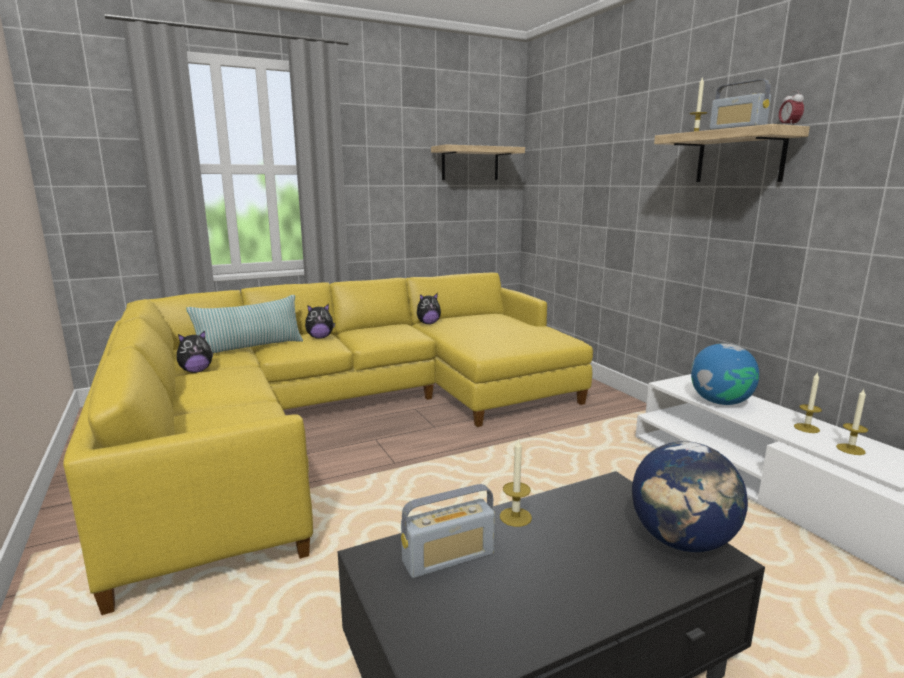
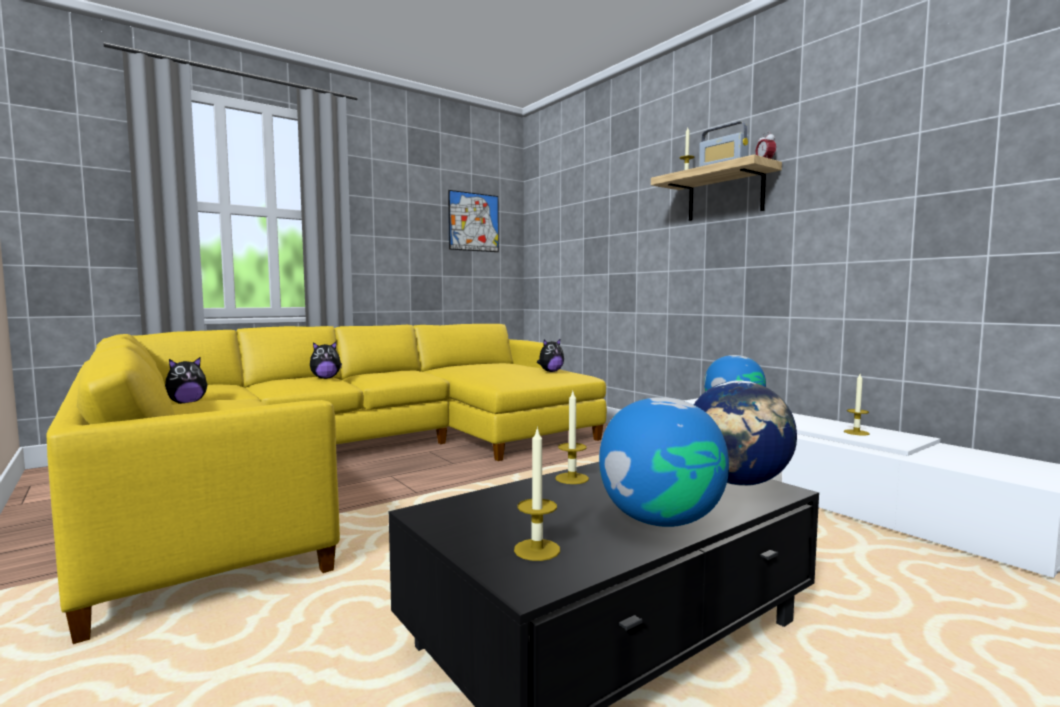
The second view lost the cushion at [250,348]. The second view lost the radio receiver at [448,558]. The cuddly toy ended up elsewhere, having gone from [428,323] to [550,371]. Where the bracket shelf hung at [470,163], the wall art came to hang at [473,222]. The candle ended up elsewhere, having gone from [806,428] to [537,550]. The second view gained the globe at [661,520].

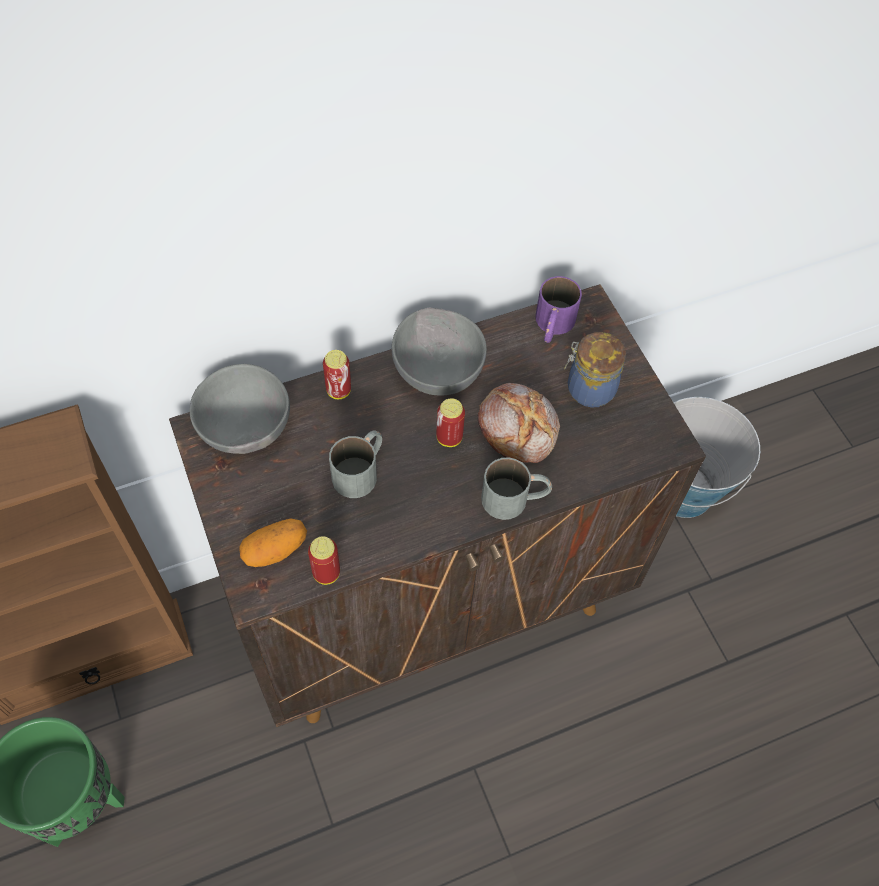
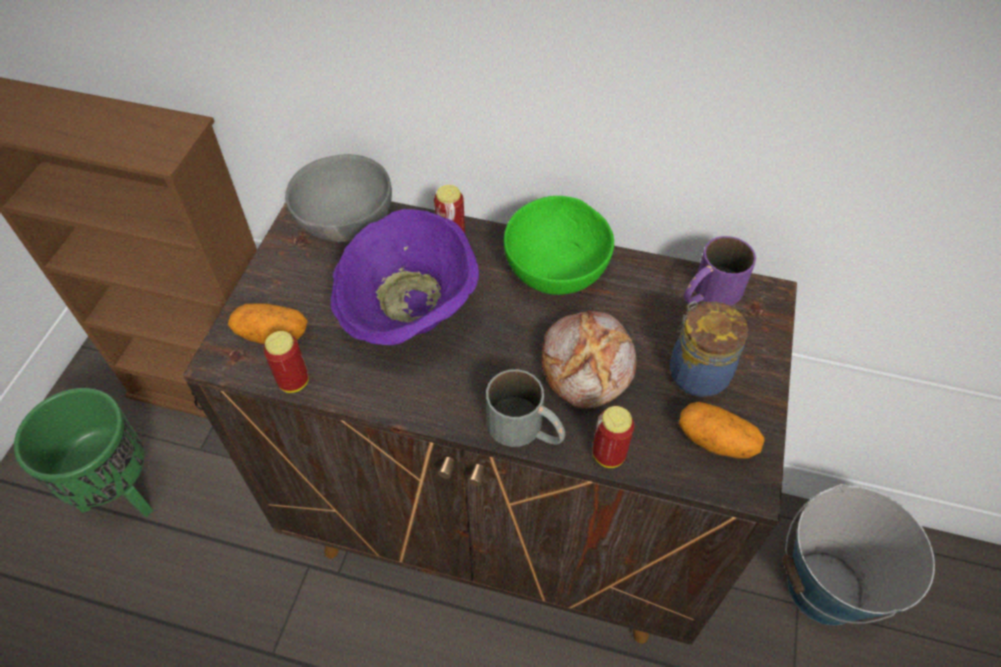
Where the grey mug stood at [361,469], the purple-coloured serving bowl came to stand at [407,313]. What was the grey serving bowl at [438,369] turned into the green-coloured serving bowl at [558,269]. The sealed can ended up elsewhere, having gone from [449,438] to [608,455]. The second view gained the whole potato at [716,441].

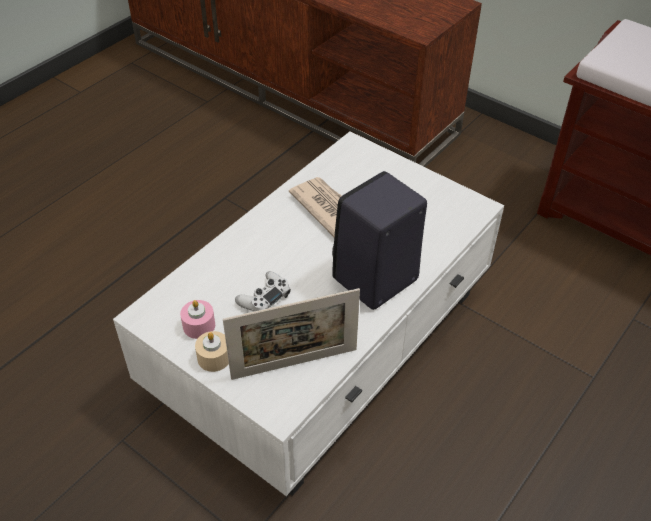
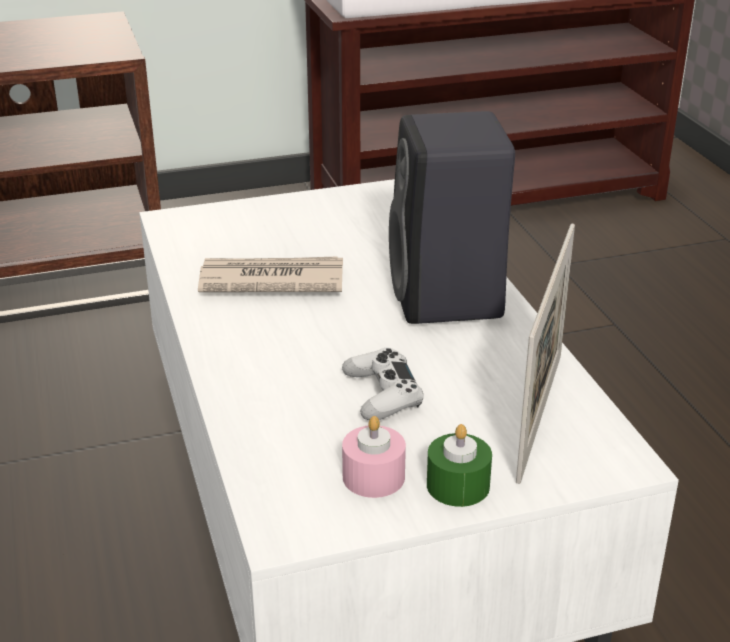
What was the beige-coloured candle at [214,358] turned into the green-coloured candle at [458,485].

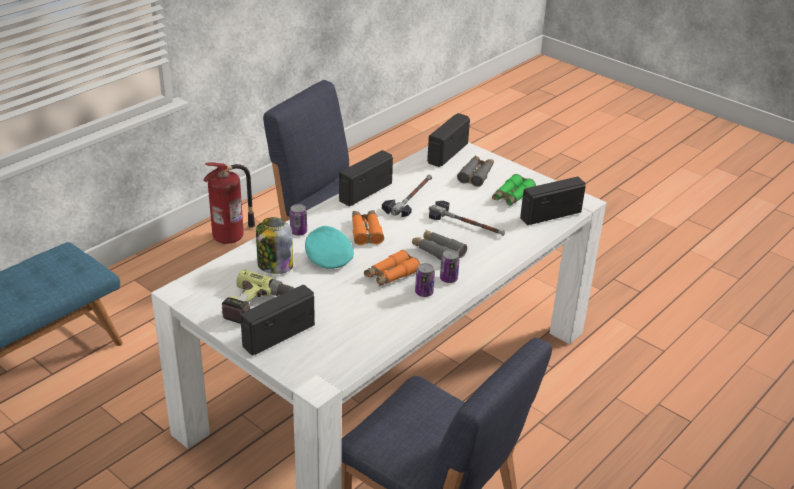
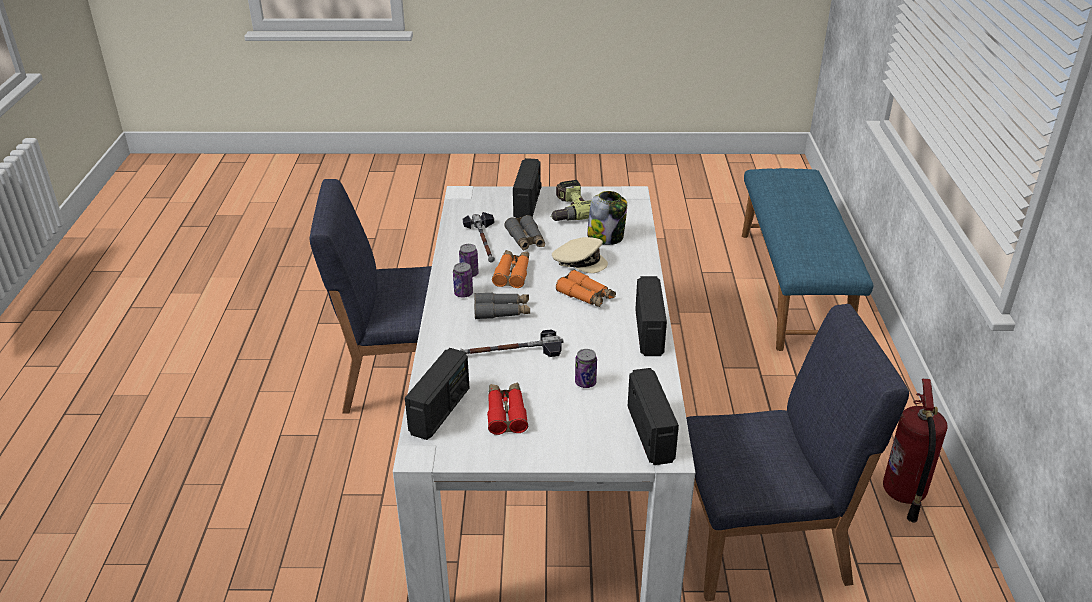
The sealed can ended up elsewhere, having gone from [298,232] to [585,383]. What was the turquoise peaked cap at [328,257] turned into the beige-coloured peaked cap at [579,261]. The hand hammer ended up elsewhere, having gone from [410,198] to [484,241]. The grey binoculars ended up elsewhere, having gone from [476,175] to [526,240]. What was the green-coloured binoculars at [512,196] turned into the red binoculars at [506,413].

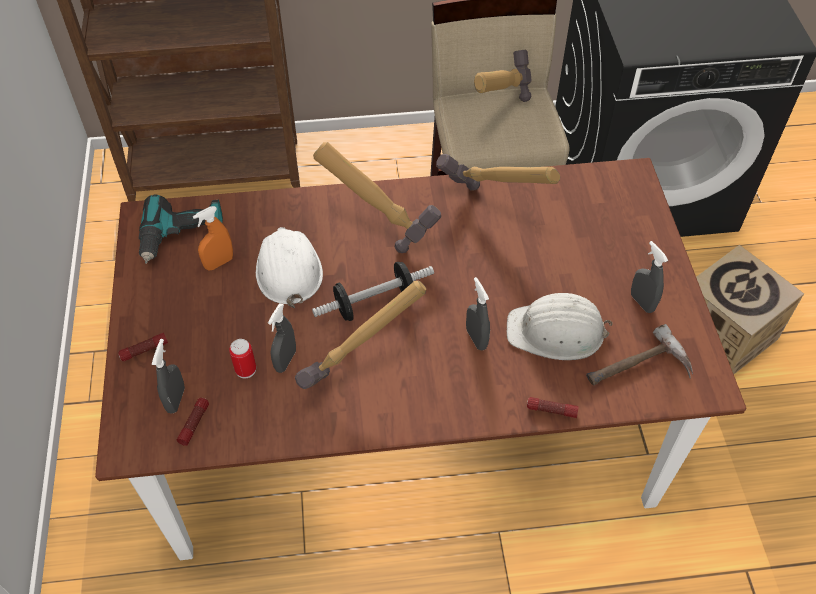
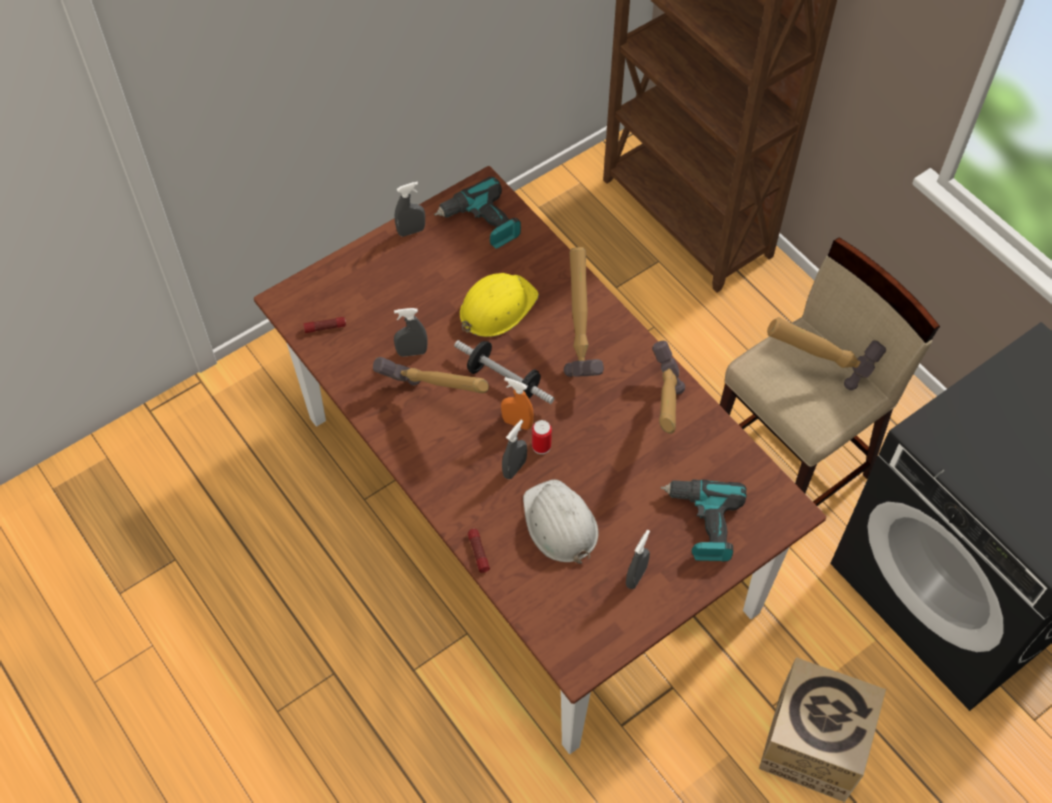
The second view lost the flashlight at [144,350]. The grey spray bottle ended up elsewhere, having gone from [176,400] to [411,231]. The orangey spray bottle ended up elsewhere, having gone from [219,263] to [517,423]. The sealed can ended up elsewhere, having gone from [245,369] to [541,446]. What was the white-coloured hard hat at [288,270] turned into the yellow hard hat at [496,307]. The second view lost the hand hammer at [639,371]. The second view gained the drill at [703,523].

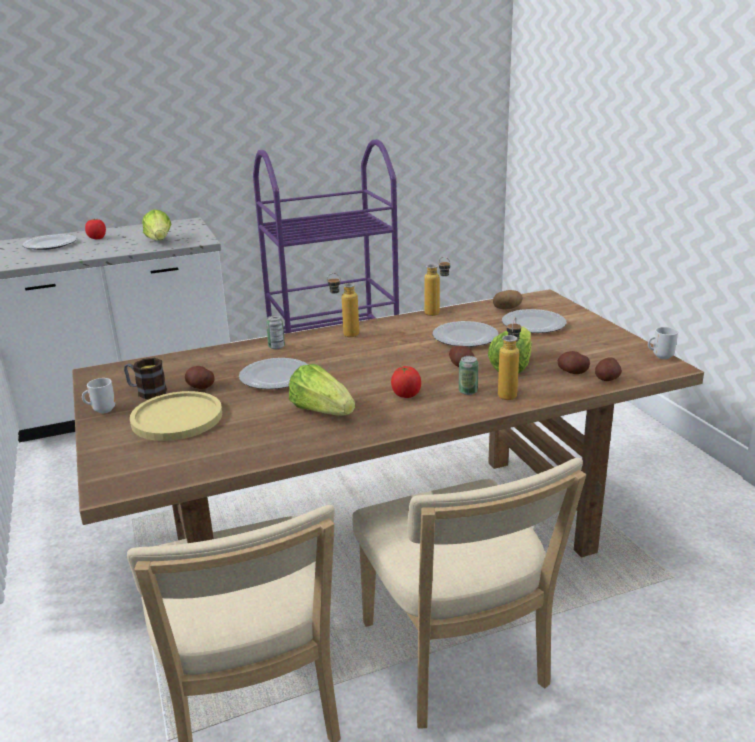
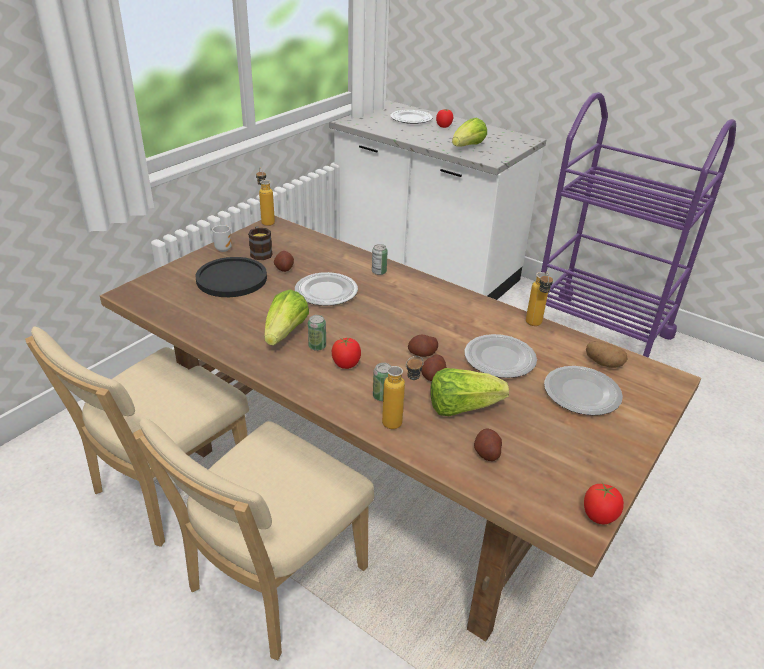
What was the yellow plate at [177,418] turned into the black plate at [231,279]. The bottle ended up elsewhere, having gone from [344,334] to [266,221]. The whole potato ended up elsewhere, having gone from [607,379] to [422,354]. Where the mug stood at [661,356], the tomato came to stand at [599,516]. The second view gained the sealed can at [317,346].

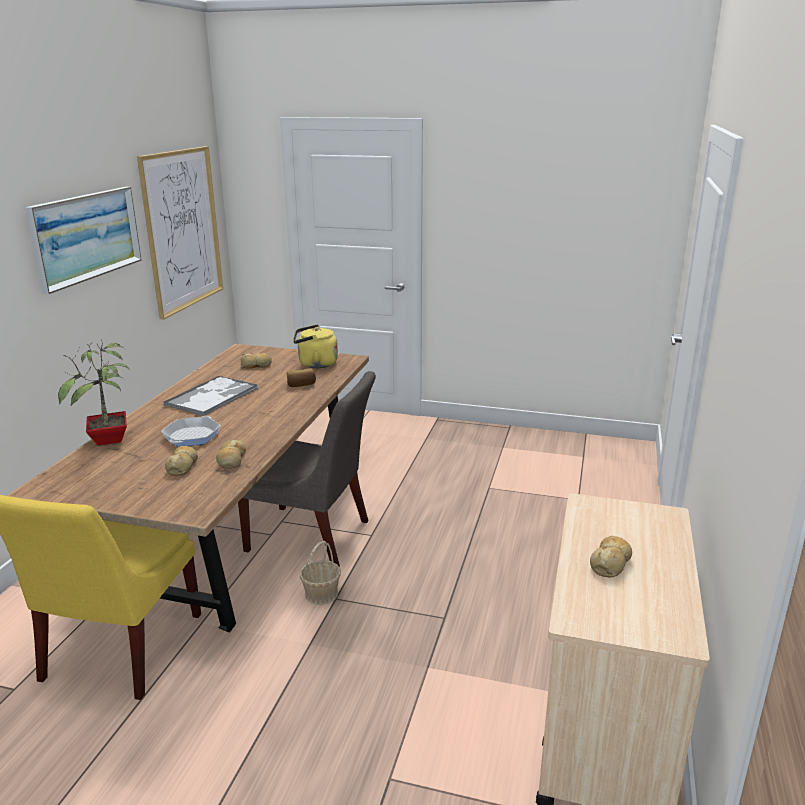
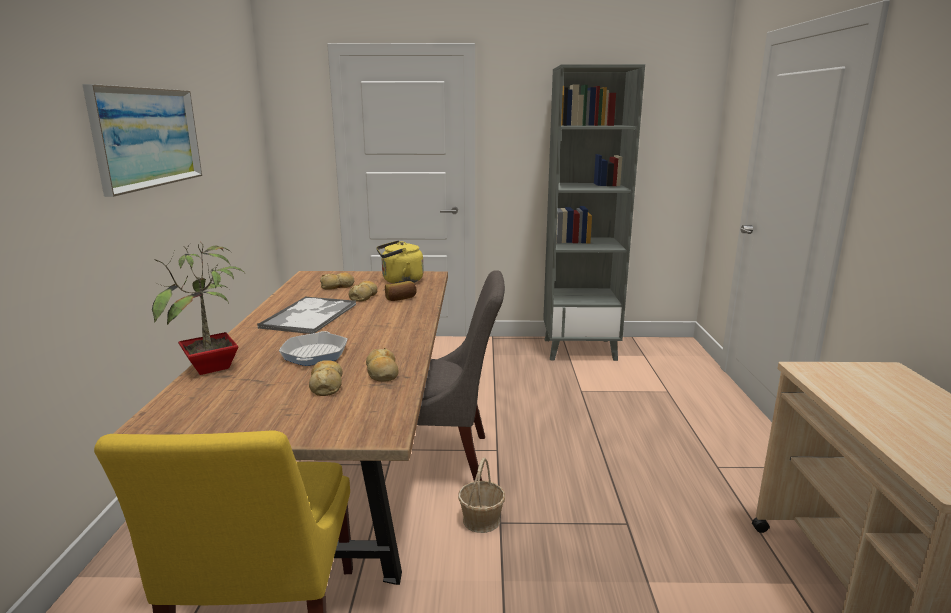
The second view lost the wall art at [182,230]. The bread ended up elsewhere, having gone from [610,563] to [364,296]. The second view gained the grey bookcase at [580,349].

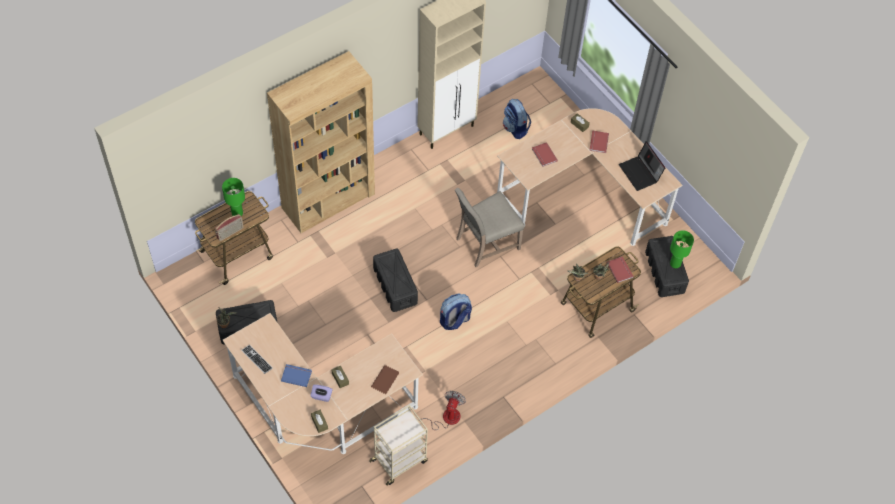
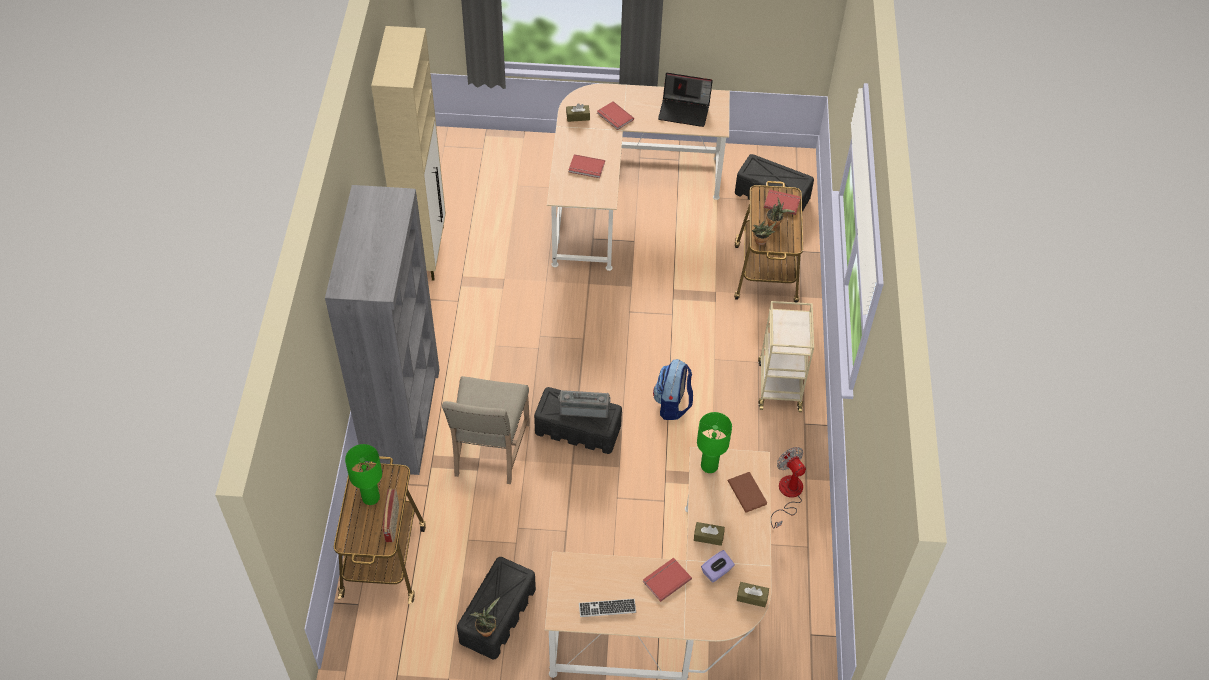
What was the brown bookcase at [328,201] turned into the grey bookcase at [403,418]. What was the bluish volume at [296,375] turned into the red volume at [665,579]. The beige-coloured trolley ended up elsewhere, having gone from [399,460] to [779,385]. The beige-coloured chair ended up elsewhere, having gone from [485,243] to [489,451]. The second view lost the knapsack at [515,128]. The green-coloured table lamp ended up elsewhere, having gone from [675,264] to [709,466]. The second view gained the radio receiver at [584,408].

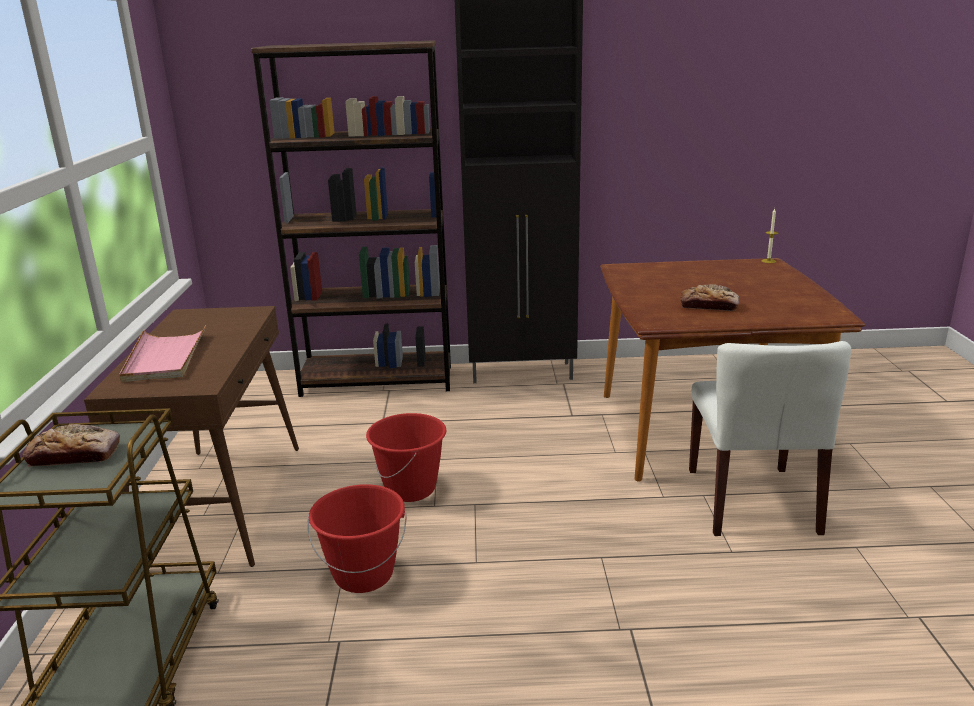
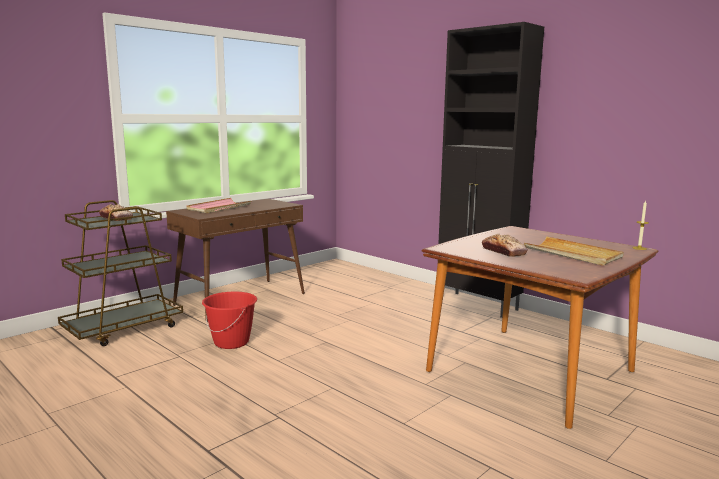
The second view lost the brown bookcase at [378,381]. The second view lost the red bucket at [411,489]. The second view lost the white-coloured chair at [752,501]. The second view gained the beige-coloured serving tray at [572,254].

